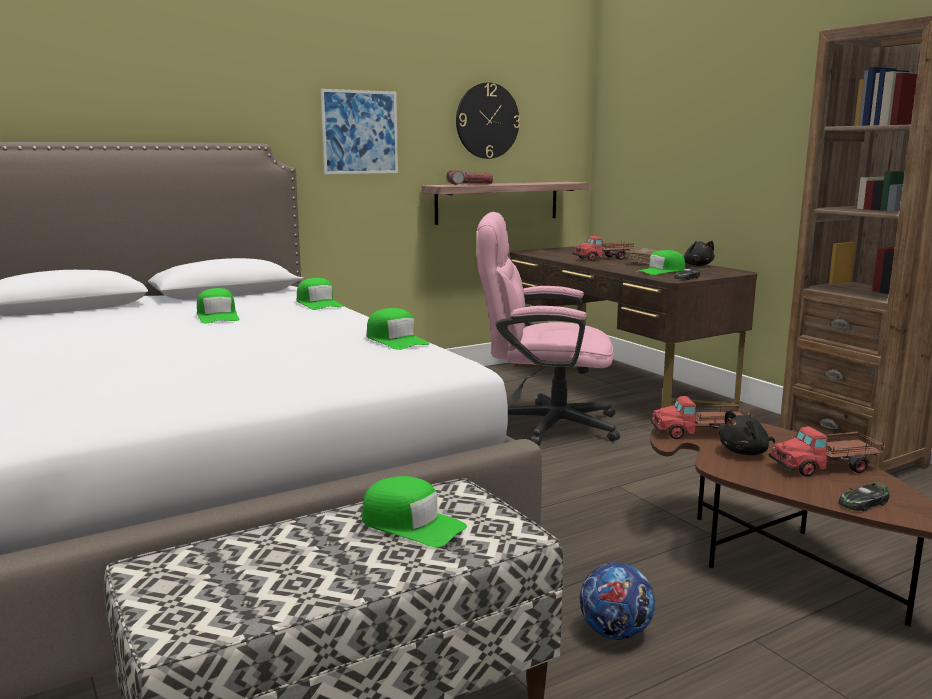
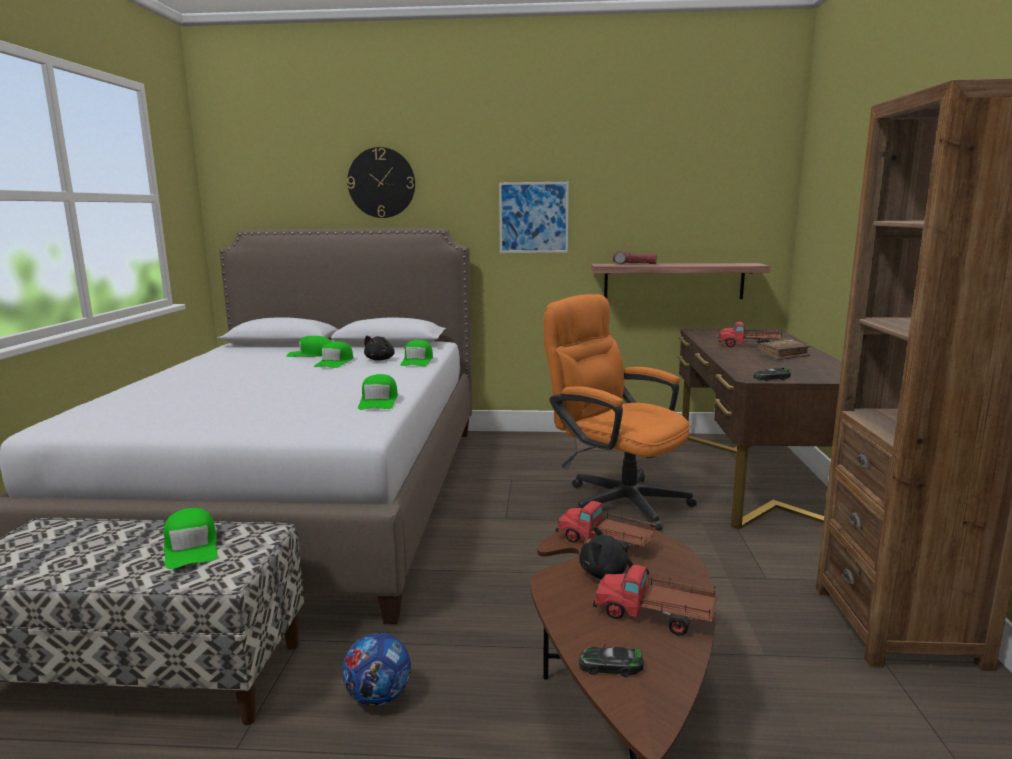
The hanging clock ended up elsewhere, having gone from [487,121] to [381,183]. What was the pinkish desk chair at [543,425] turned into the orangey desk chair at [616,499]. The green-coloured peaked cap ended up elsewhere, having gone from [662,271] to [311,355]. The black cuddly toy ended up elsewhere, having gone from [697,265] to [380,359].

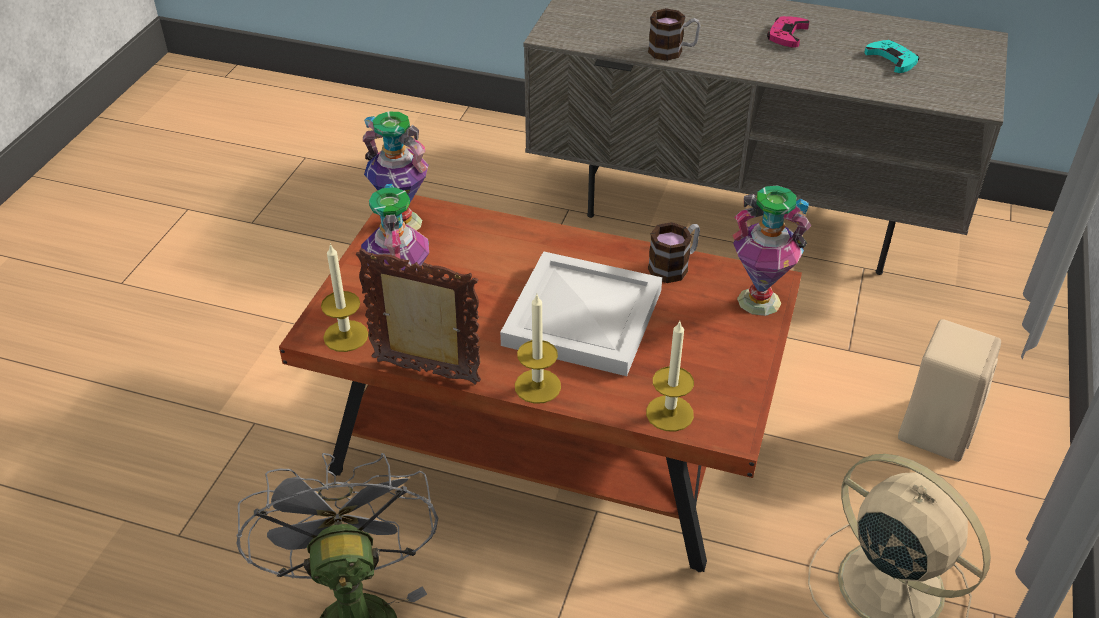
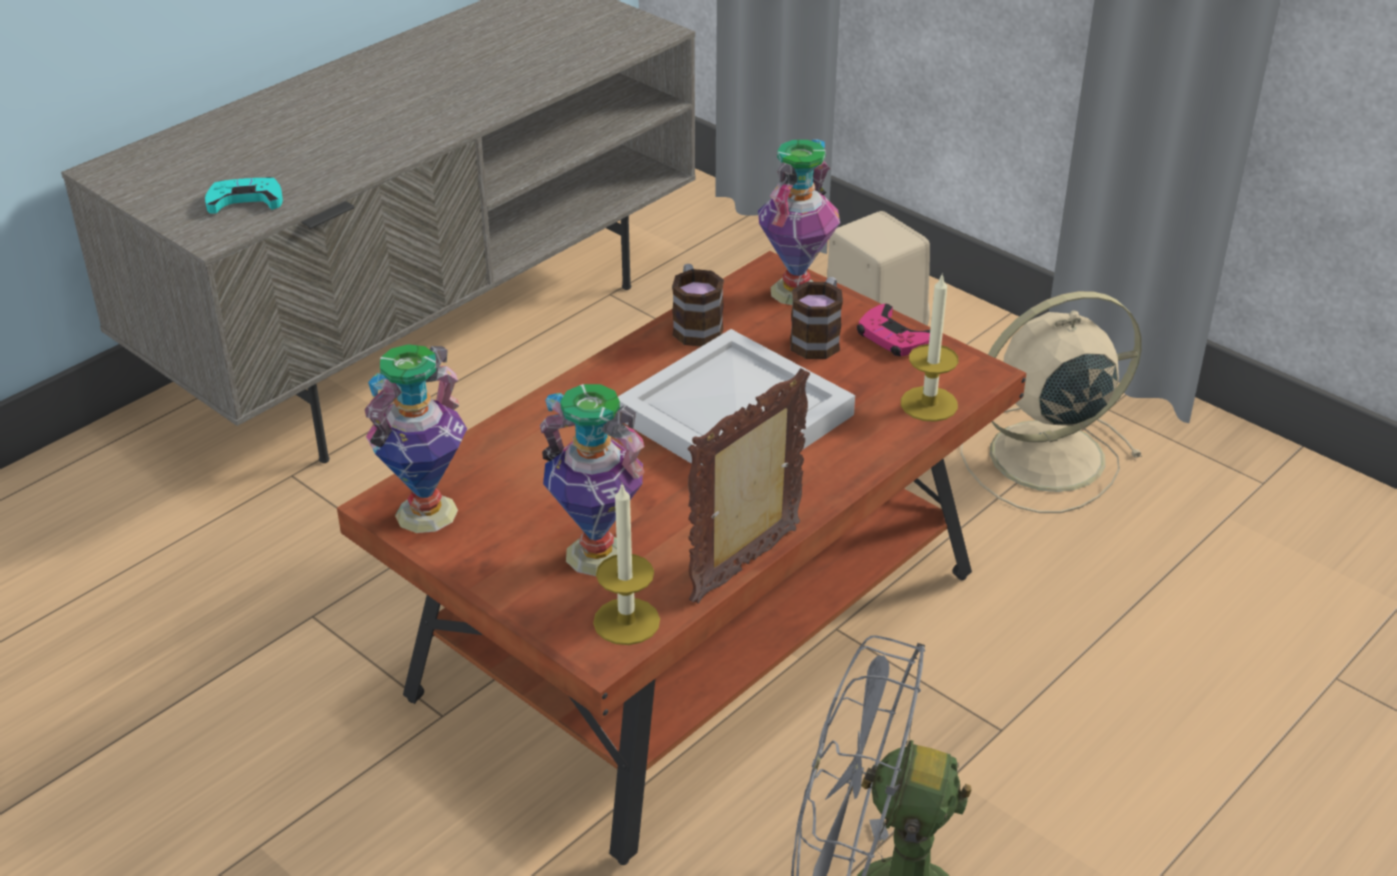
The second view lost the candle at [537,386]. The mug ended up elsewhere, having gone from [672,51] to [818,338]. The pinkish gamepad ended up elsewhere, having gone from [787,35] to [893,337]. The turquoise gamepad ended up elsewhere, having gone from [892,60] to [245,201].

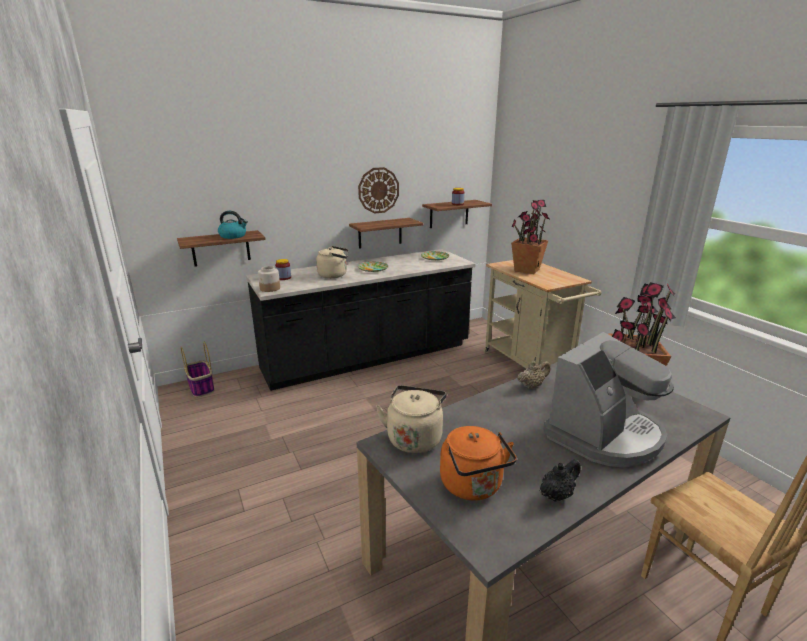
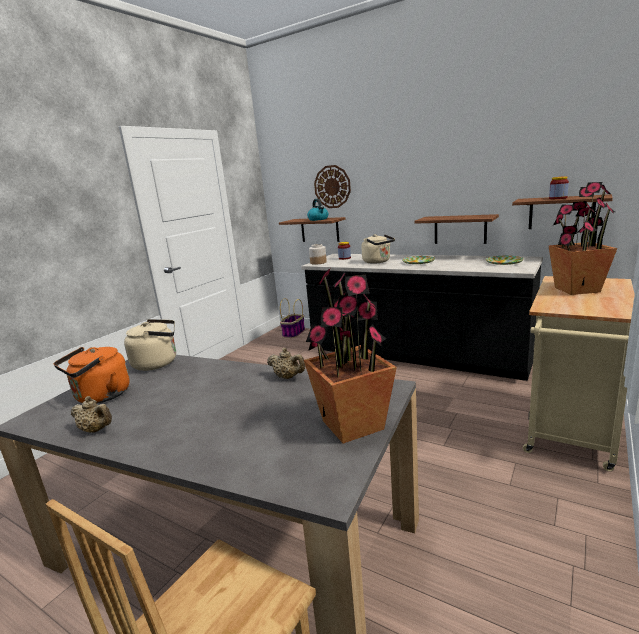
The hanging clock ended up elsewhere, having gone from [378,190] to [332,186]. What was the black pot for tea at [557,495] turned into the beige-coloured pot for tea at [96,430]. The second view lost the coffee maker at [604,435].

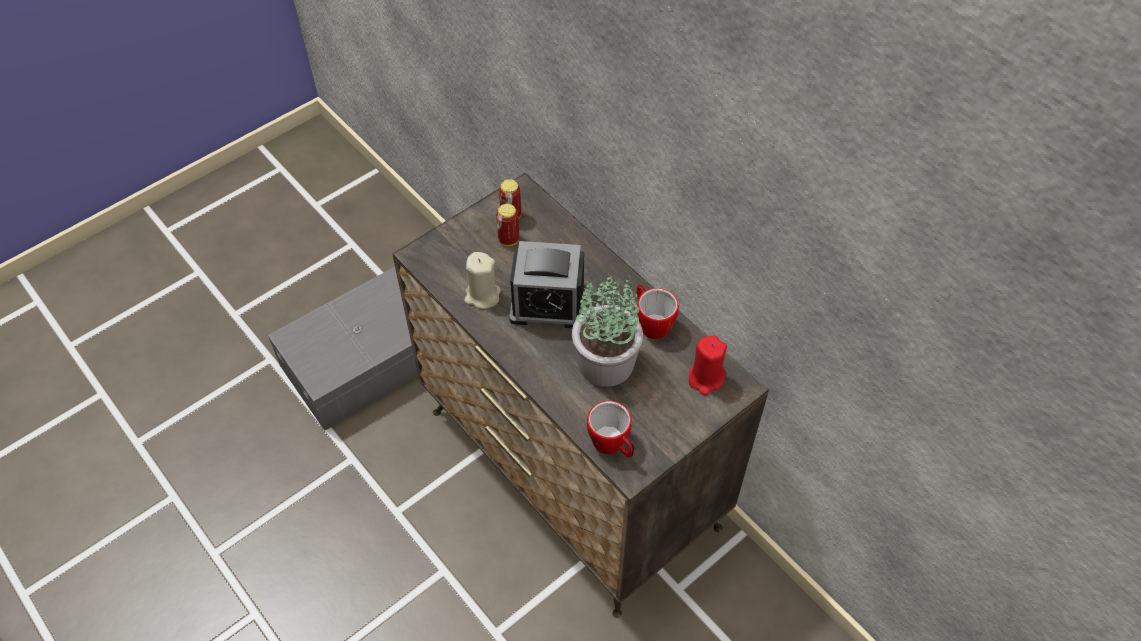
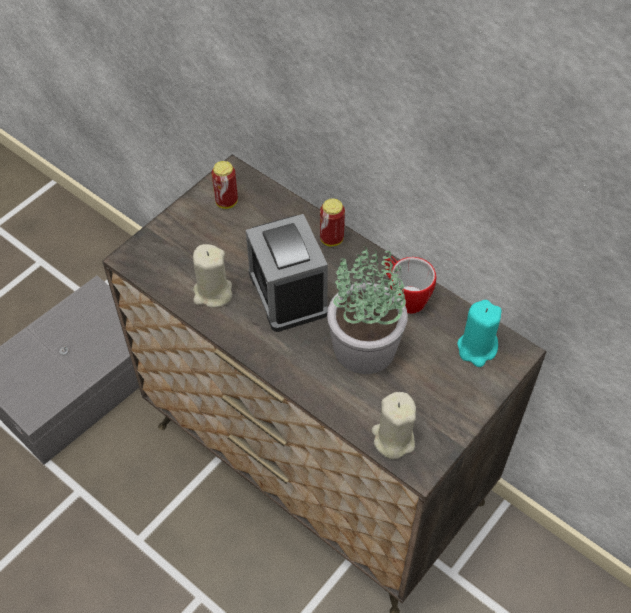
The sealed can ended up elsewhere, having gone from [509,240] to [331,239]. The alarm clock at [548,305] ended up facing another way, 75 degrees clockwise from before. Where the mug stood at [613,446], the beige-coloured candle came to stand at [393,439]. What was the red candle at [706,378] turned into the turquoise candle at [477,348].

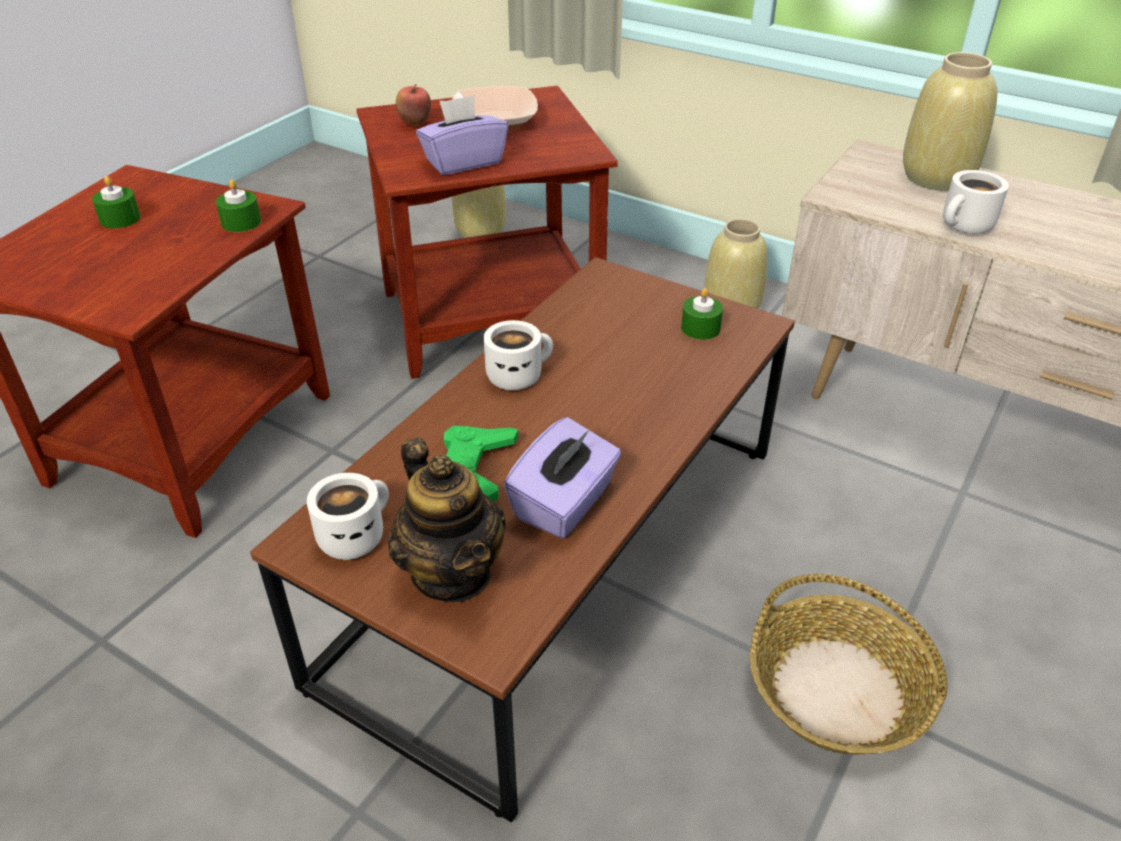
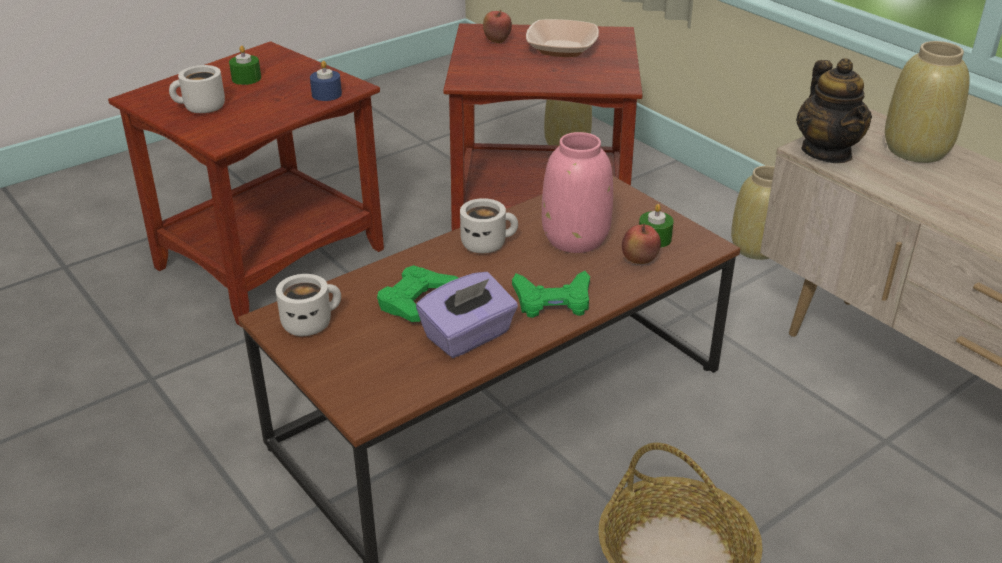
What was the green-coloured candle at [241,222] turned into the bluish candle at [326,94]. The pot for tea ended up elsewhere, having gone from [452,573] to [827,152]. The second view lost the purple-coloured tissue holder at [463,162]. The white-coloured mug ended up elsewhere, having gone from [966,227] to [201,109]. The second view gained the green-coloured gamepad at [553,301]. The second view gained the pinkish vase at [576,238]. The second view gained the apple fruit at [639,261].

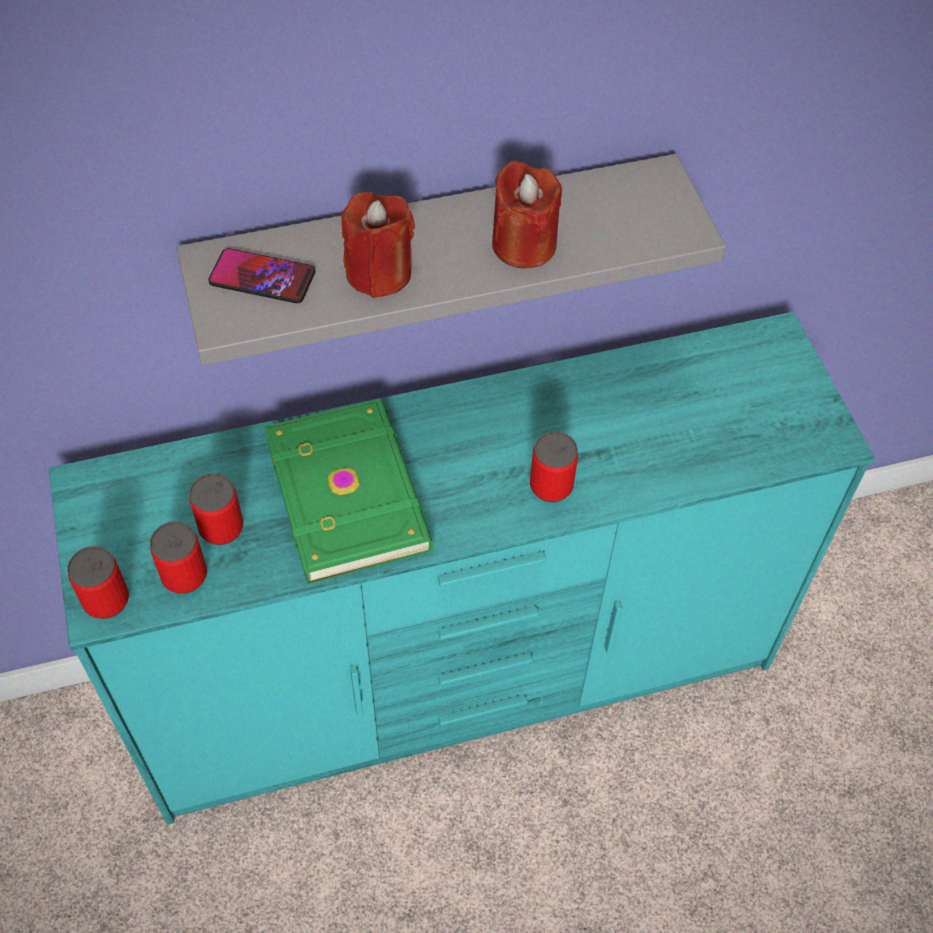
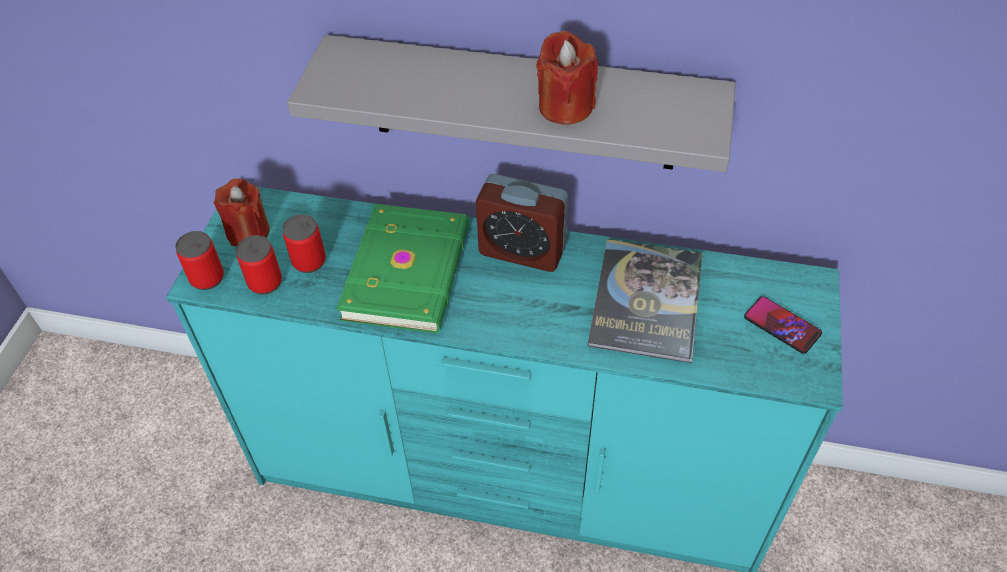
The phone ended up elsewhere, having gone from [262,277] to [782,325]. The red candle ended up elsewhere, having gone from [379,273] to [248,231]. The second view lost the sealed can at [551,486]. The second view gained the alarm clock at [522,251]. The second view gained the volume at [646,300].

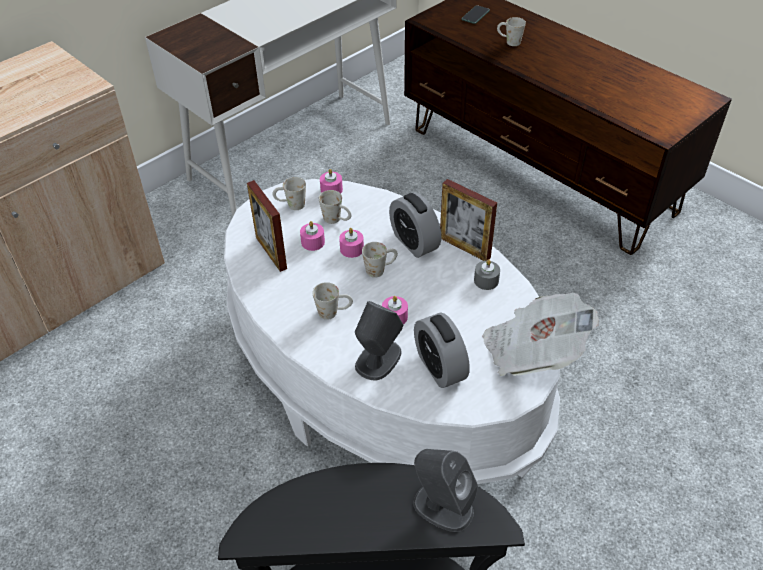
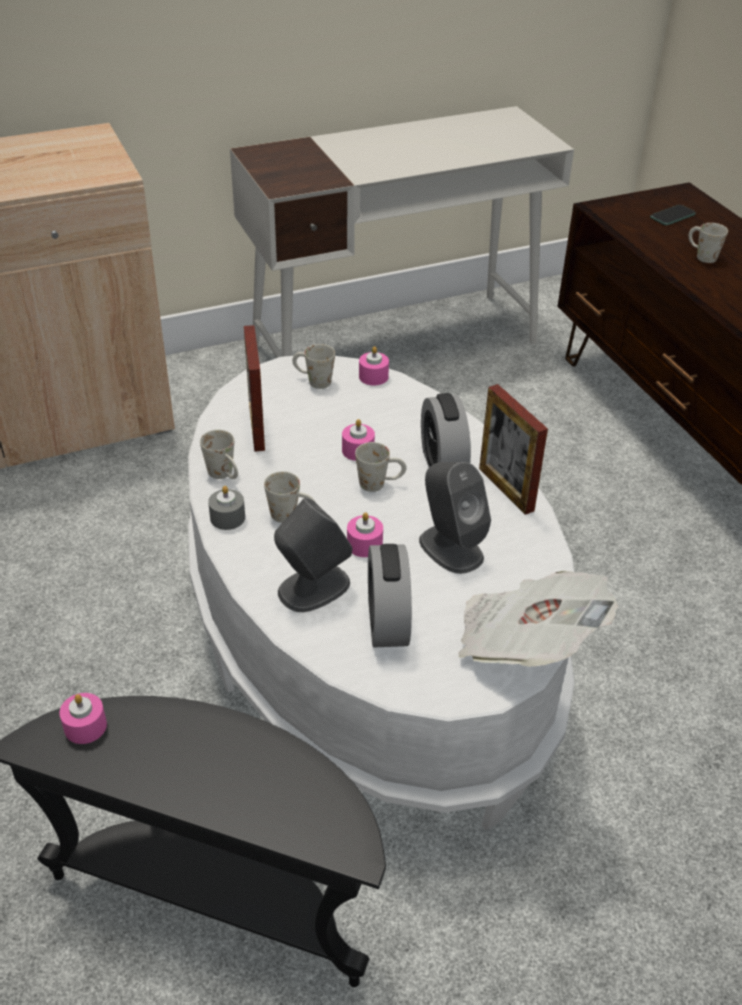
The pinkish candle ended up elsewhere, having gone from [313,242] to [85,726]. The white-coloured mug ended up elsewhere, having gone from [337,220] to [225,475]. The grey audio speaker ended up elsewhere, having gone from [442,507] to [450,548]. The grey candle ended up elsewhere, having gone from [486,280] to [227,518].

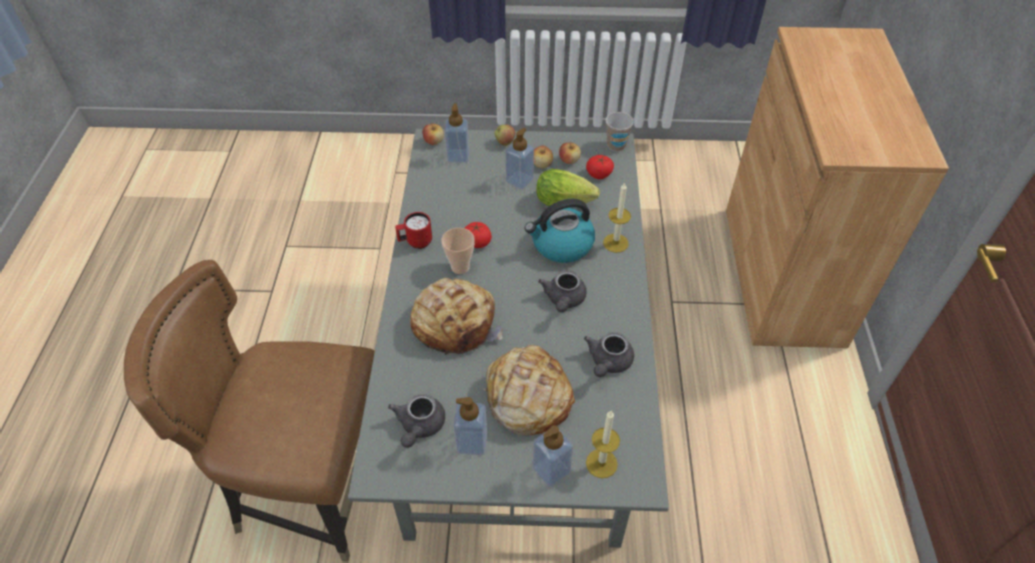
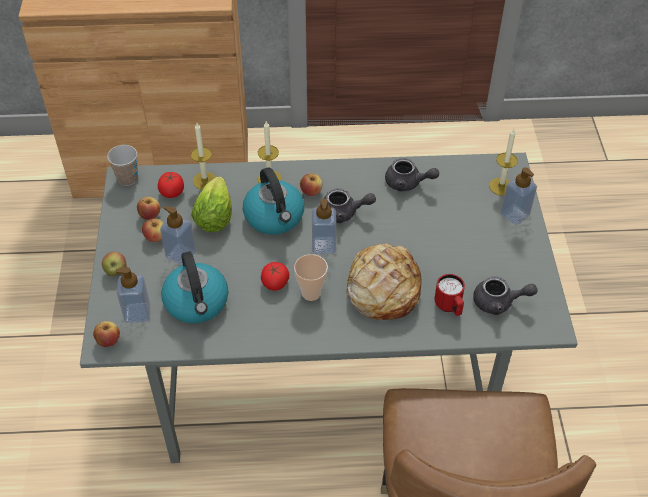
The red mug ended up elsewhere, having gone from [415,242] to [449,307]. The soap dispenser ended up elsewhere, having gone from [472,442] to [323,245]. The second view lost the bread at [527,398]. The second view gained the kettle at [197,303]. The second view gained the candle at [205,181]. The second view gained the apple fruit at [311,191].

